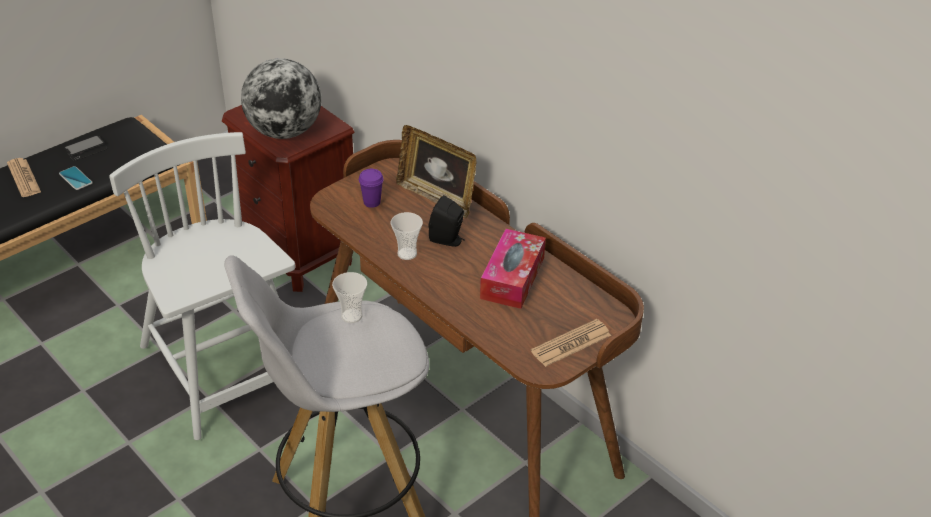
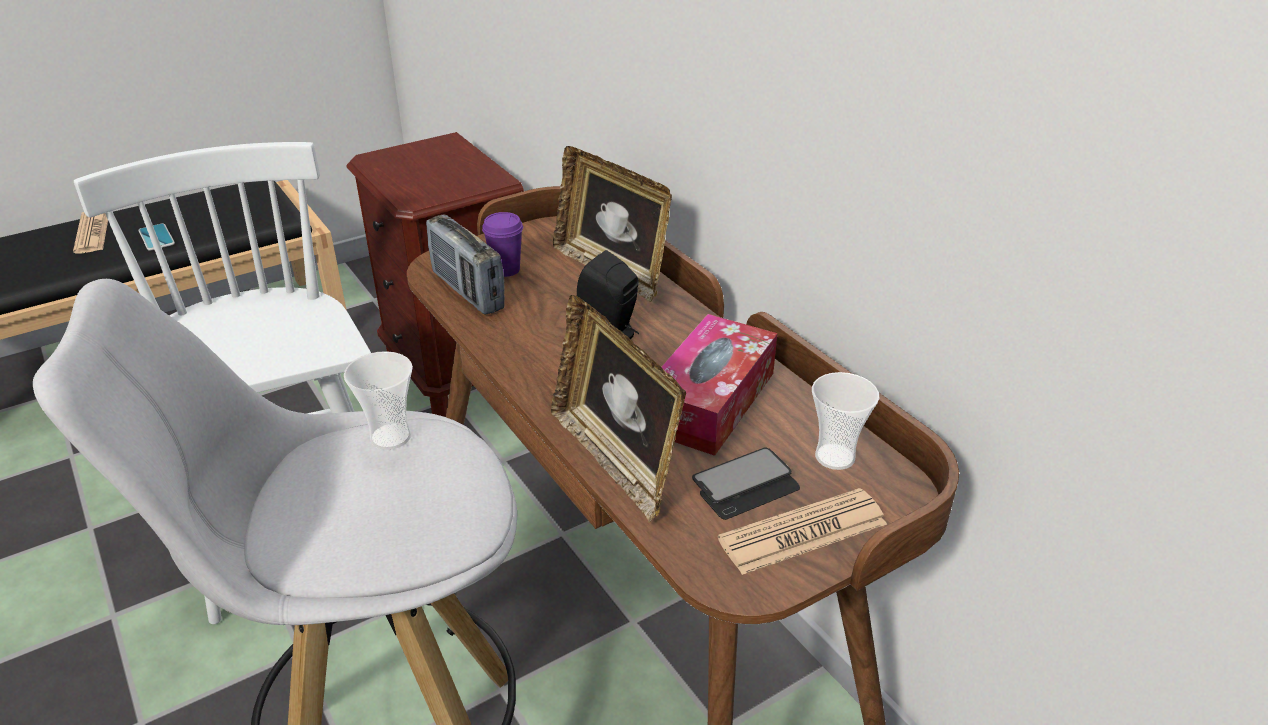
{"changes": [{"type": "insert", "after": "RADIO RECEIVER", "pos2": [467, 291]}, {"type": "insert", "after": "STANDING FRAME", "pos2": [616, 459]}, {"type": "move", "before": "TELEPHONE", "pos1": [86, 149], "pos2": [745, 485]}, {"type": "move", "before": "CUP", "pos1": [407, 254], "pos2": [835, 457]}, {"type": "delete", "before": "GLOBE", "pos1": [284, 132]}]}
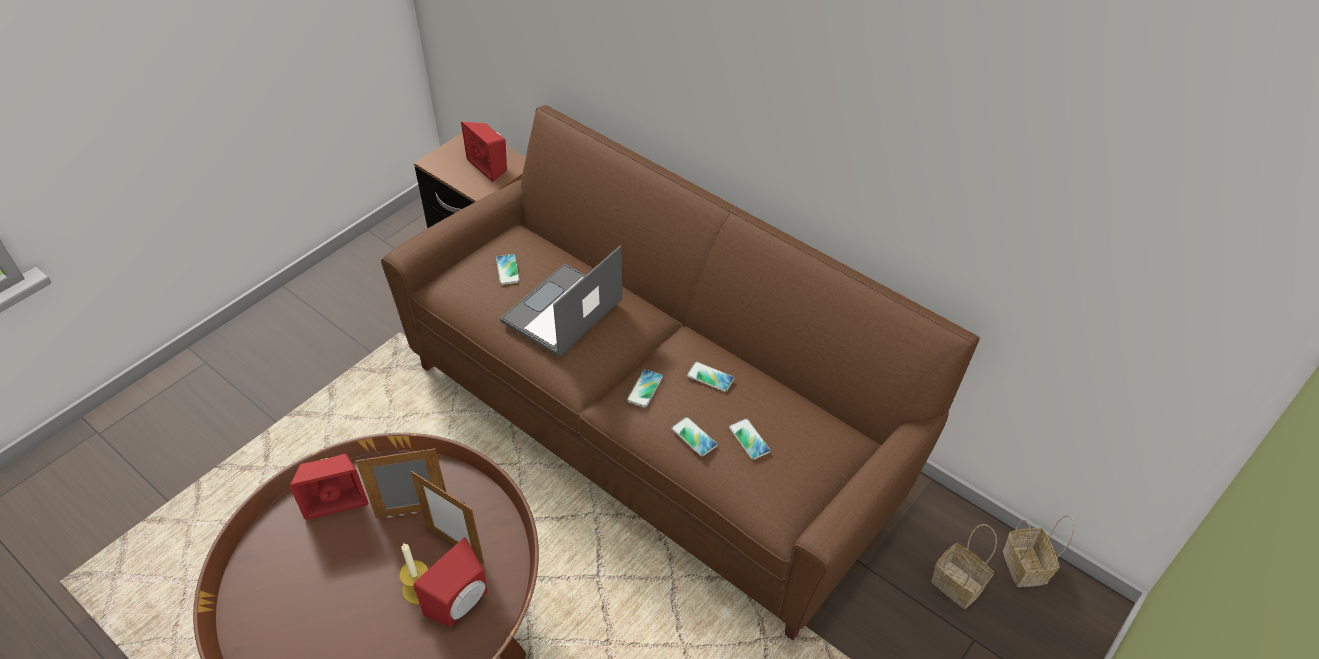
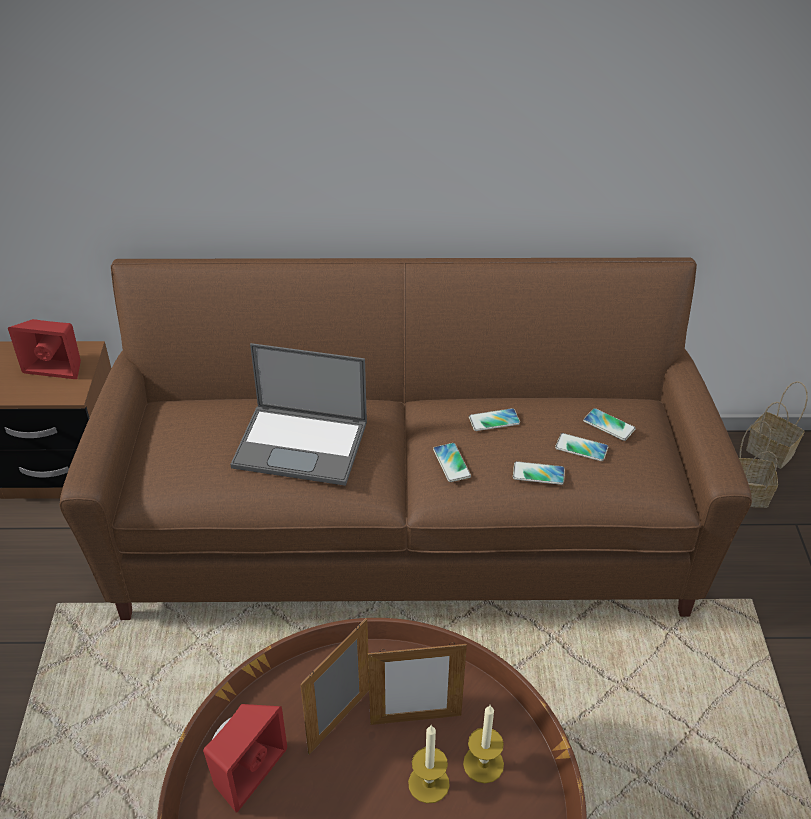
{"changes": [{"type": "rotate", "before": "LAPTOP", "pos1": [561, 311], "pos2": [302, 444], "turn": -75}, {"type": "replace", "before": "RED-COLOURED SPEAKER", "after": "WAX LIGHT", "pos1": [462, 604], "pos2": [483, 764]}, {"type": "move", "before": "TELEPHONE", "pos1": [507, 270], "pos2": [609, 425]}]}
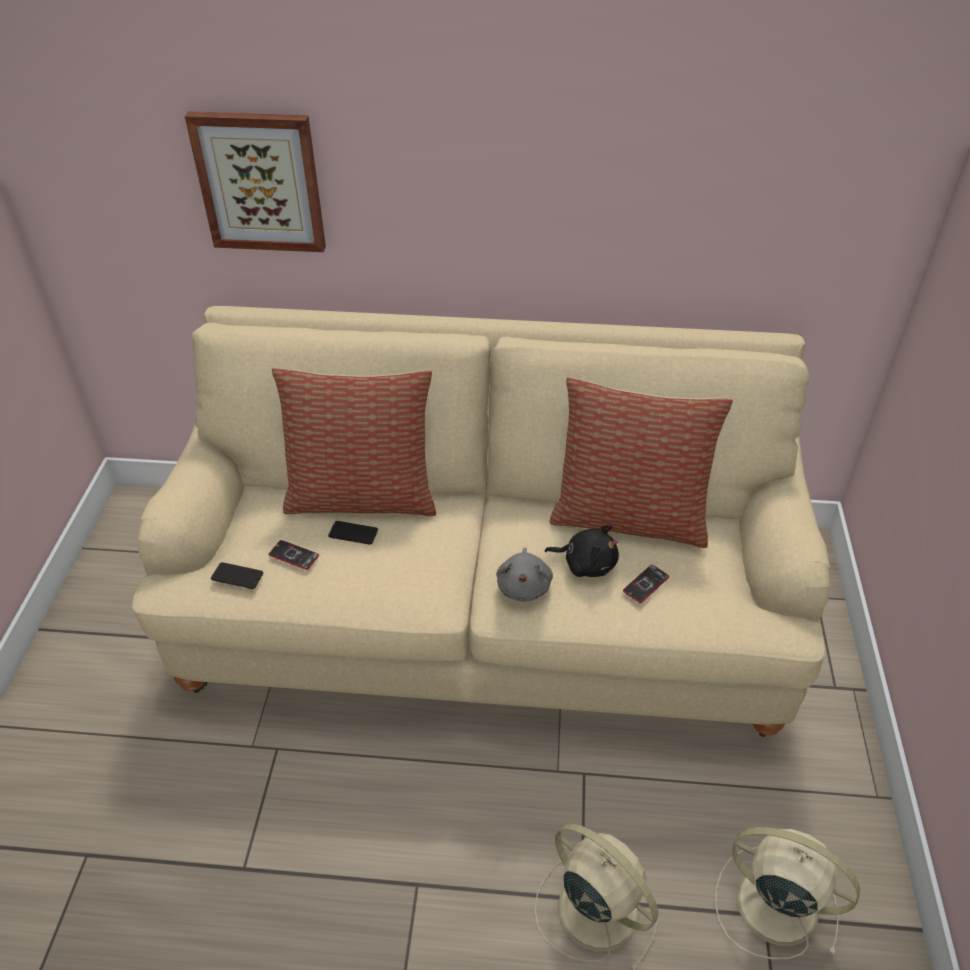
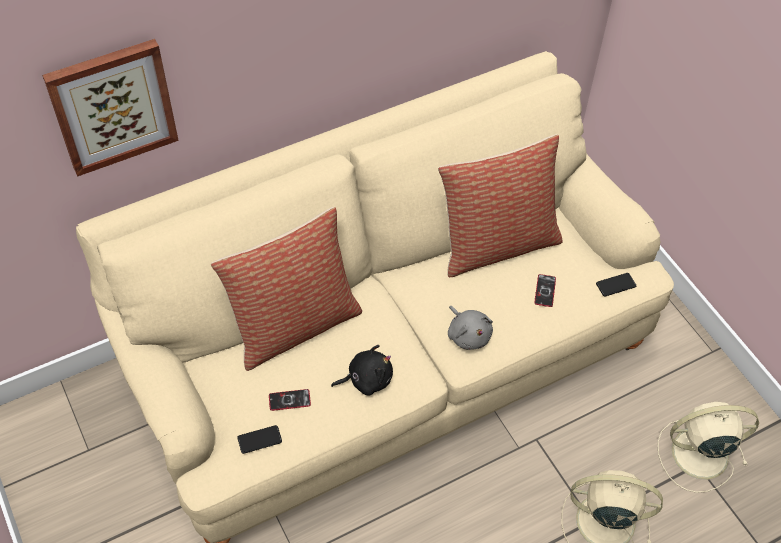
{"changes": [{"type": "move", "before": "BLACK CUDDLY TOY", "pos1": [586, 563], "pos2": [366, 379]}, {"type": "move", "before": "TELEPHONE", "pos1": [353, 533], "pos2": [616, 285]}]}
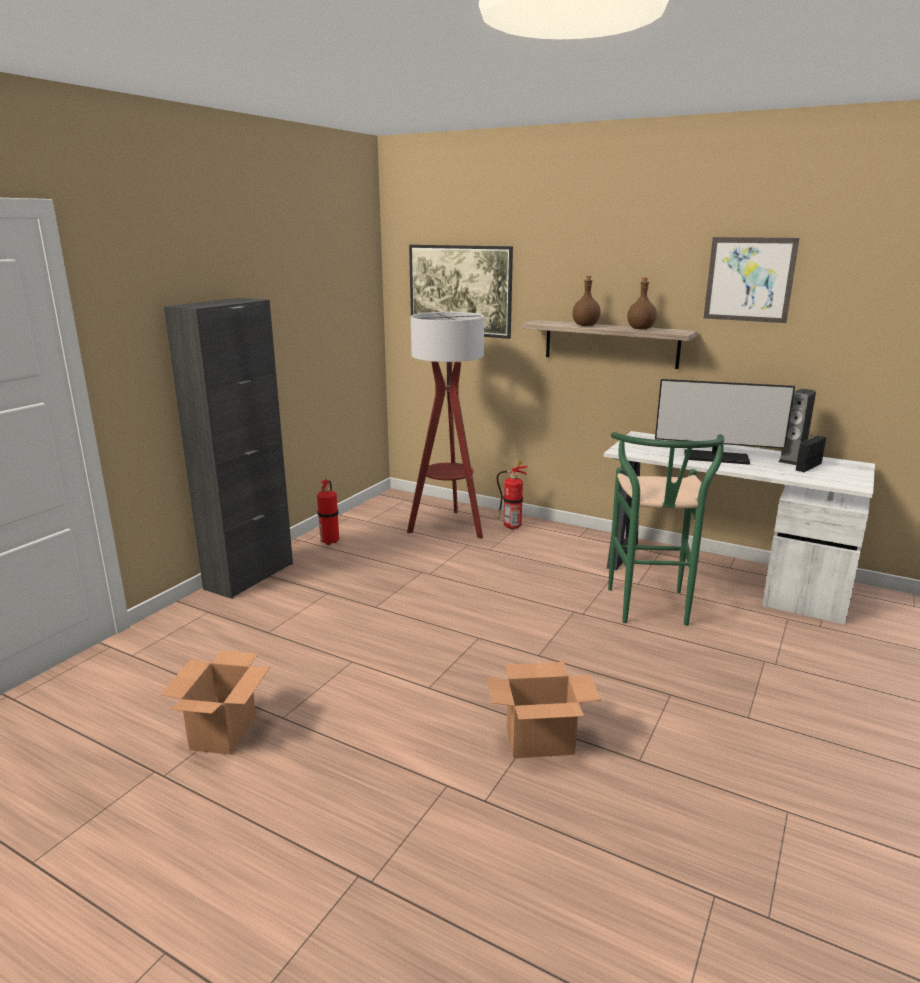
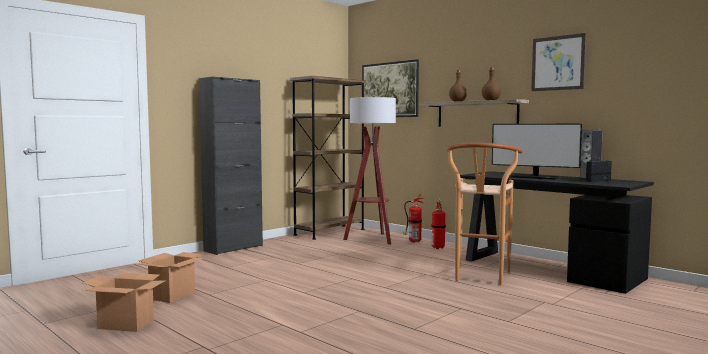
{"changes": [{"type": "move", "before": "CARTON", "pos1": [540, 741], "pos2": [127, 324]}, {"type": "insert", "after": "BROWN-COLOURED BOOKCASE", "pos2": [329, 232]}, {"type": "move", "before": "FIRE-FIGHTING CYLINDER", "pos1": [330, 541], "pos2": [438, 247]}, {"type": "recolor", "before": "GREEN-COLOURED STOOL", "after": "BROWN-COLOURED STOOL", "pos1": [650, 611], "pos2": [480, 277]}, {"type": "recolor", "before": "WHITE DESK TABLE", "after": "BLACK DESK TABLE", "pos1": [720, 576], "pos2": [546, 268]}]}
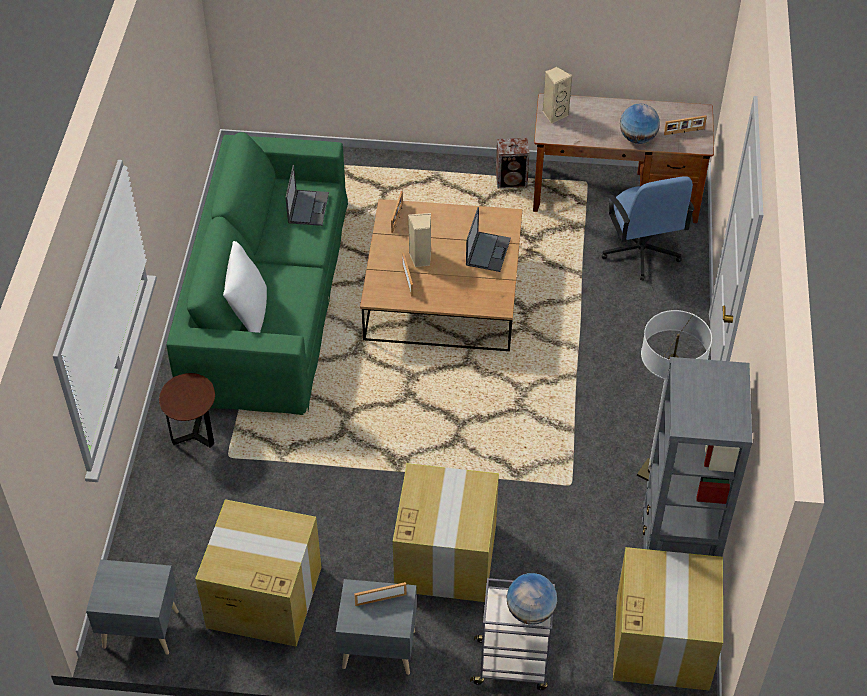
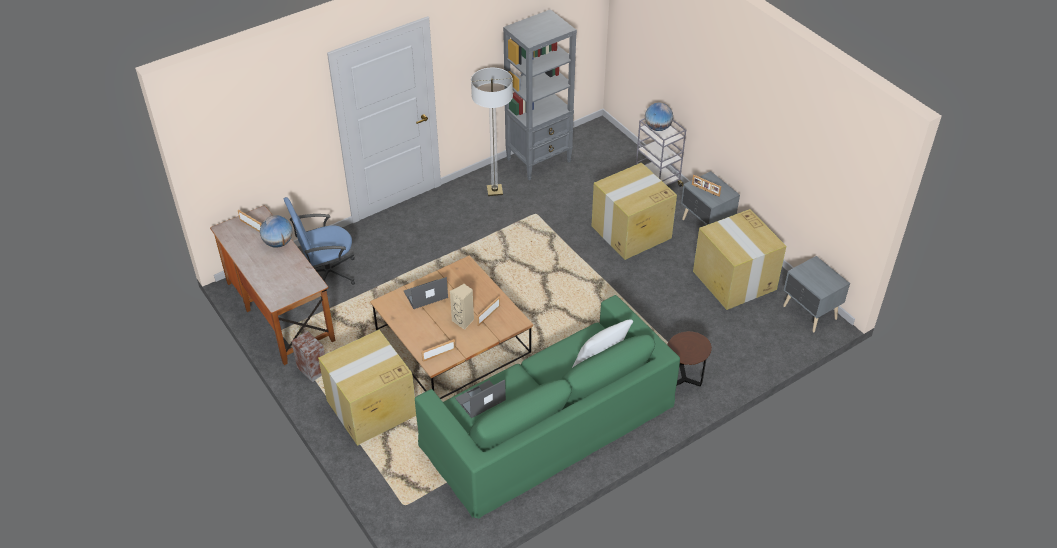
{"changes": [{"type": "rotate", "before": "BLUE OFFICE CHAIR", "pos1": [640, 252], "pos2": [327, 273], "turn": -150}, {"type": "move", "before": "CARTON", "pos1": [662, 641], "pos2": [370, 408]}, {"type": "delete", "before": "BEIGE SPEAKER", "pos1": [554, 114]}]}
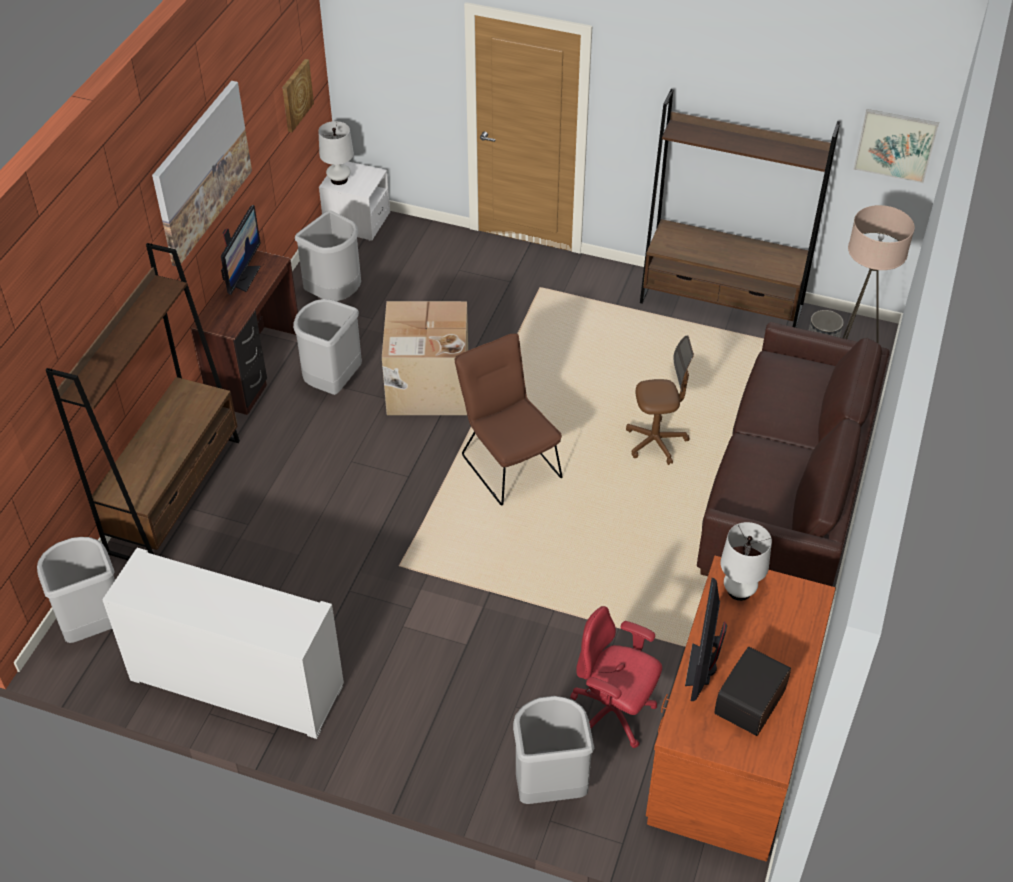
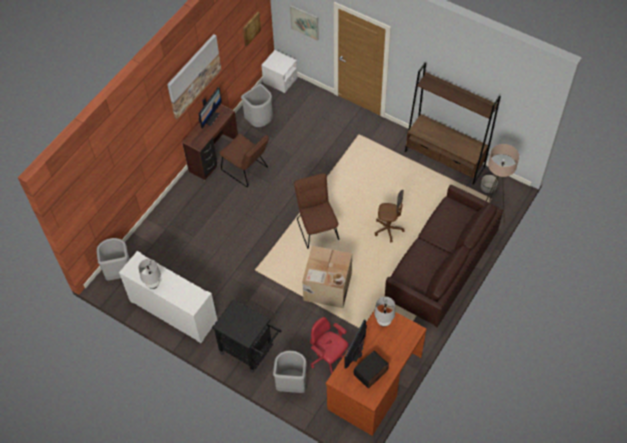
{"changes": [{"type": "move", "before": "WHITE TABLE LAMP", "pos1": [339, 179], "pos2": [153, 284]}, {"type": "insert", "after": "BLACK WHEELED CART", "pos2": [250, 351]}, {"type": "replace", "before": "GREYISH TRASH CAN", "after": "BROWN-COLOURED PLAIN CHAIR", "pos1": [332, 383], "pos2": [247, 170]}, {"type": "move", "before": "PICTURE", "pos1": [895, 145], "pos2": [304, 22]}, {"type": "move", "before": "CARTON", "pos1": [427, 387], "pos2": [327, 287]}, {"type": "delete", "before": "BROWN-COLOURED BOOKCASE", "pos1": [175, 495]}]}
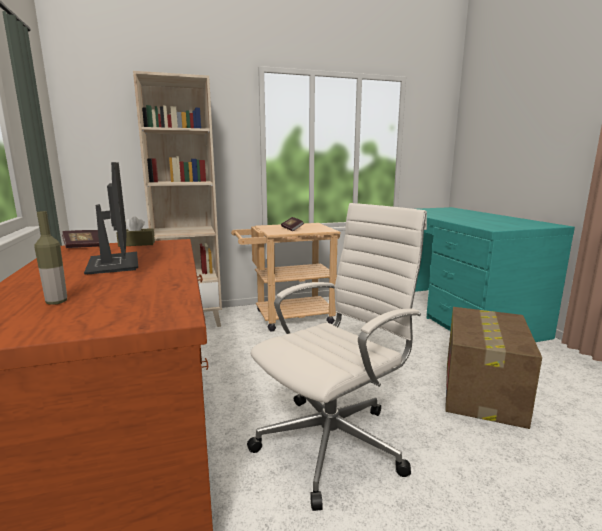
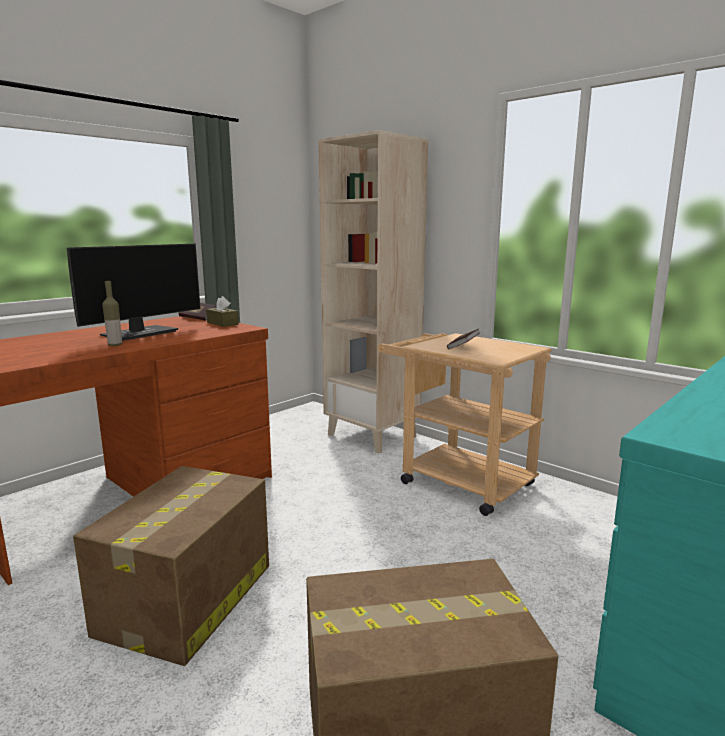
{"changes": [{"type": "replace", "before": "WHITE OFFICE CHAIR", "after": "CARTON", "pos1": [334, 442], "pos2": [186, 600]}, {"type": "move", "before": "BOTTLE", "pos1": [57, 302], "pos2": [115, 345]}]}
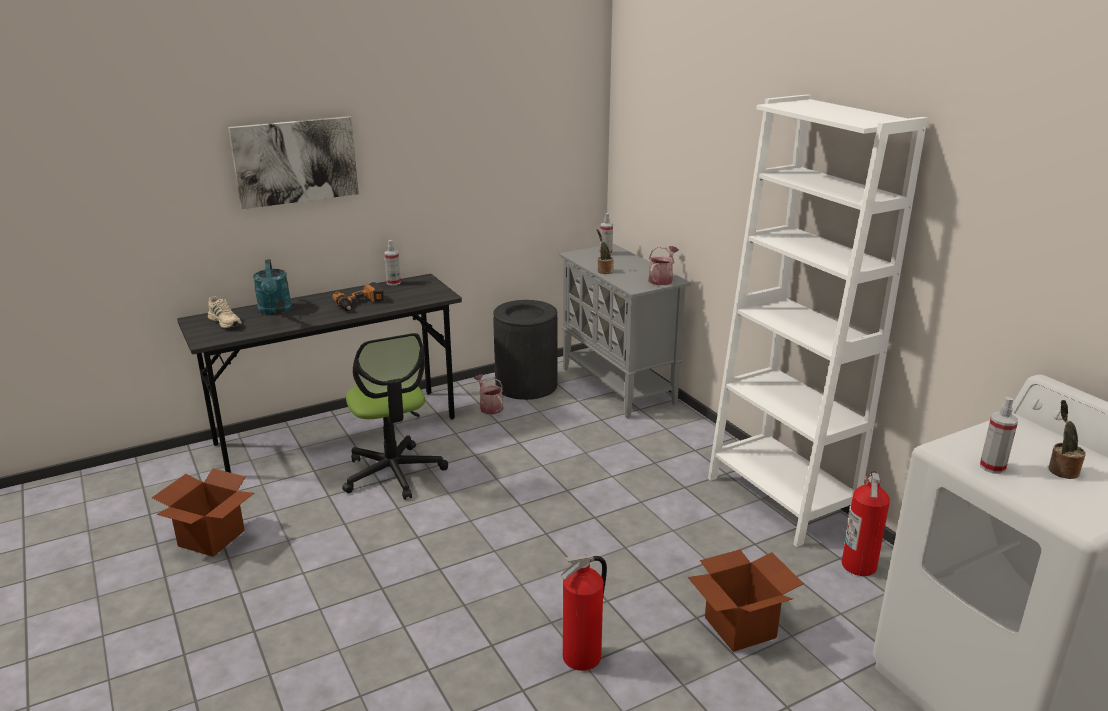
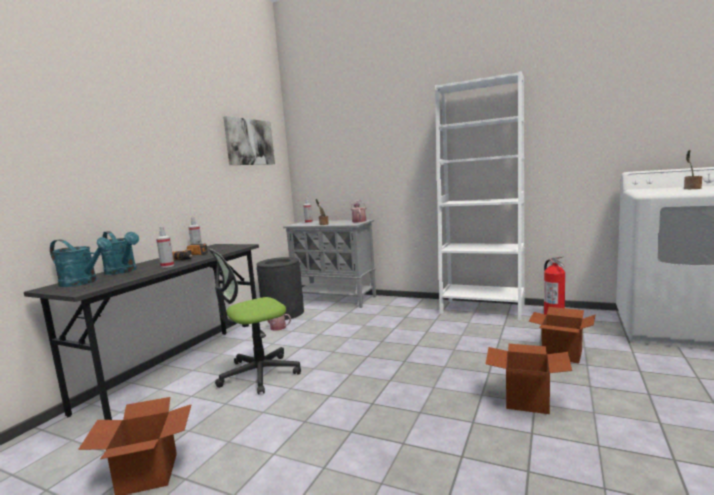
{"changes": [{"type": "replace", "before": "BEIGE ITEM OF FOOTWEAR", "after": "TURQUOISE-COLOURED WATERING POT", "pos1": [225, 322], "pos2": [84, 282]}, {"type": "move", "before": "HAND SPRAYER", "pos1": [992, 467], "pos2": [167, 266]}, {"type": "rotate", "before": "OFFICE CHAIR", "pos1": [393, 473], "pos2": [259, 374], "turn": 120}, {"type": "move", "before": "PICTURE", "pos1": [295, 161], "pos2": [249, 142]}, {"type": "replace", "before": "FIRE-FIGHTING CYLINDER", "after": "CARTON", "pos1": [583, 657], "pos2": [527, 400]}]}
